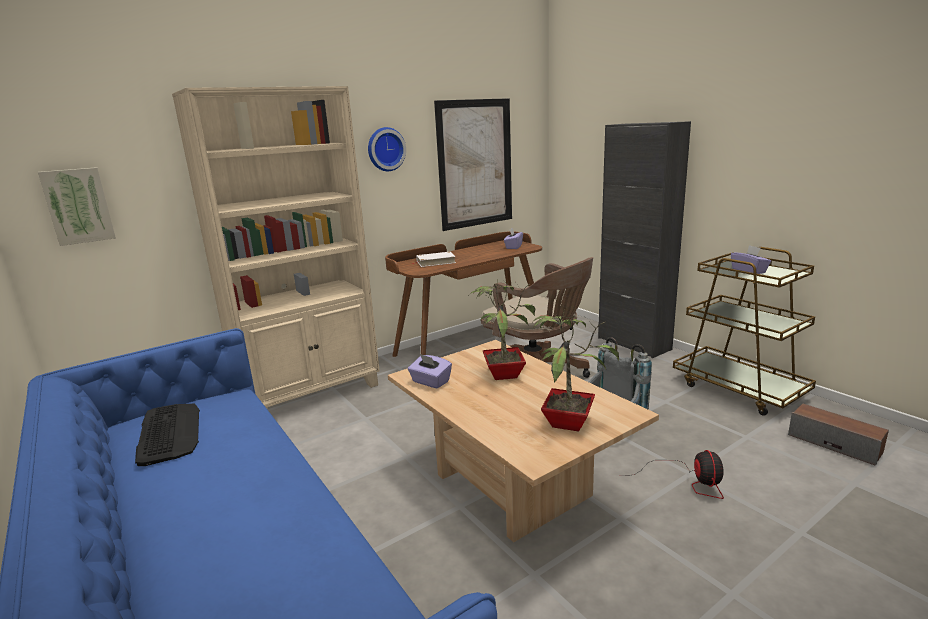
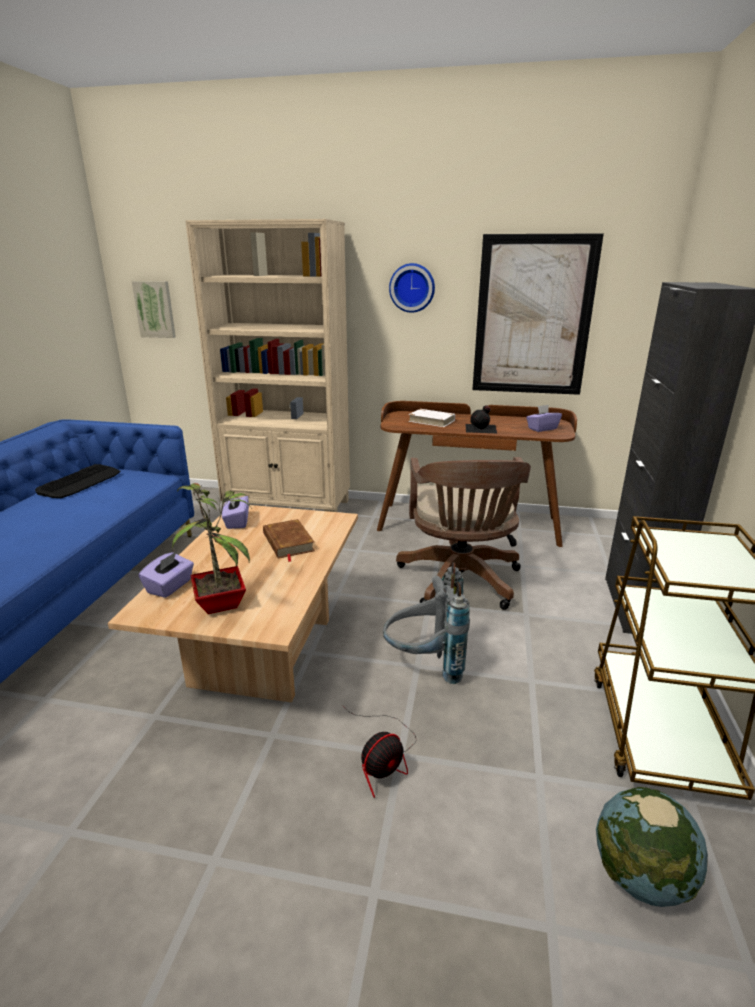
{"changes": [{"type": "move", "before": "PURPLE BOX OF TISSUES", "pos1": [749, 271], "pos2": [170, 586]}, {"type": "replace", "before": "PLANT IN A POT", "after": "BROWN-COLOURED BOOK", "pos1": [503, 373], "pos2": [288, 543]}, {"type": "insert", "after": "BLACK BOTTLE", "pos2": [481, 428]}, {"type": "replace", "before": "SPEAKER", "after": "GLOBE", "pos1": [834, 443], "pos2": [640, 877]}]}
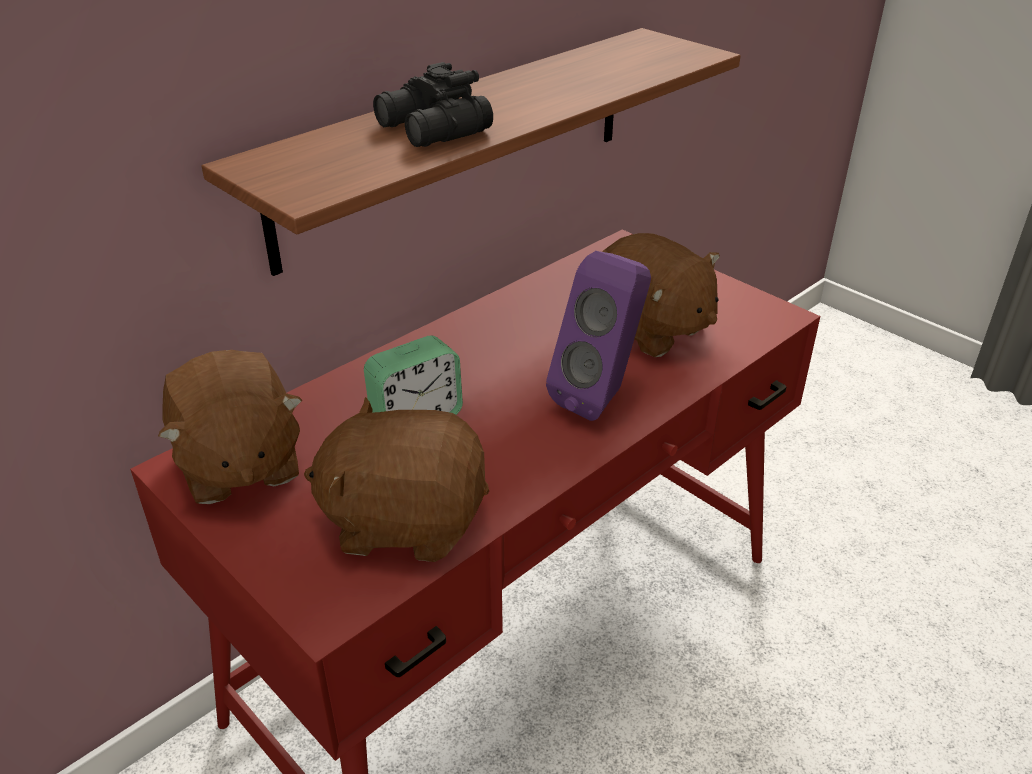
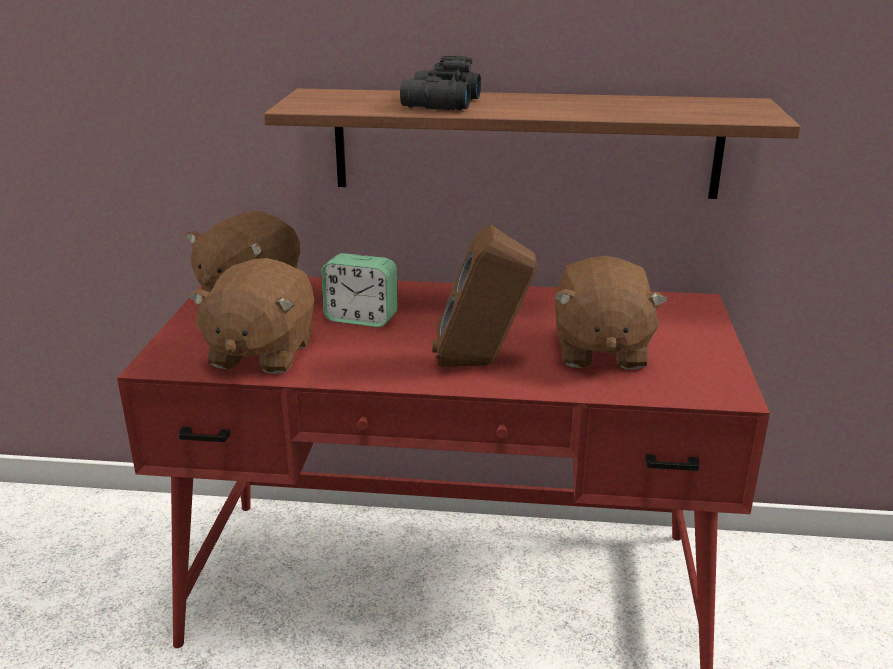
{"changes": [{"type": "rotate", "before": "BROWN-COLOURED CUDDLY TOY", "pos1": [404, 520], "pos2": [260, 353], "turn": -135}, {"type": "recolor", "before": "PURPLE SPEAKER", "after": "BROWN-COLOURED SPEAKER", "pos1": [601, 397], "pos2": [482, 364]}]}
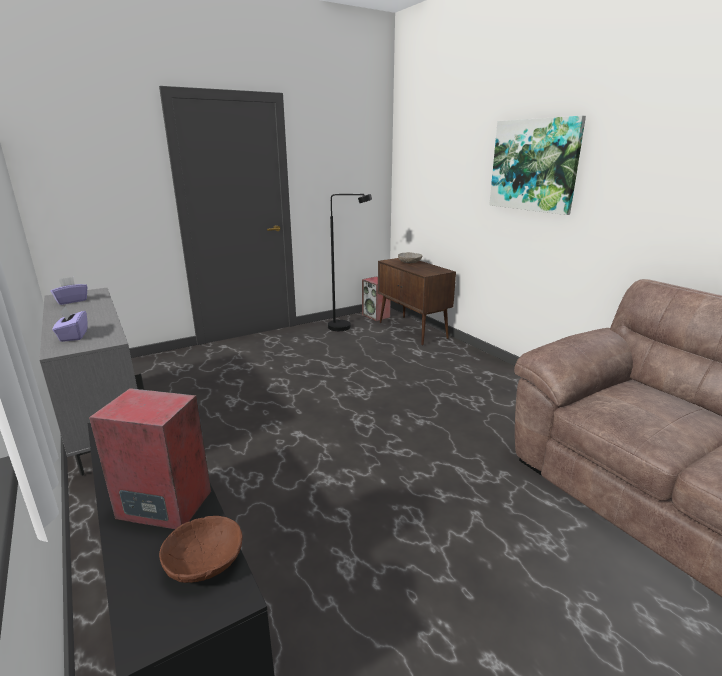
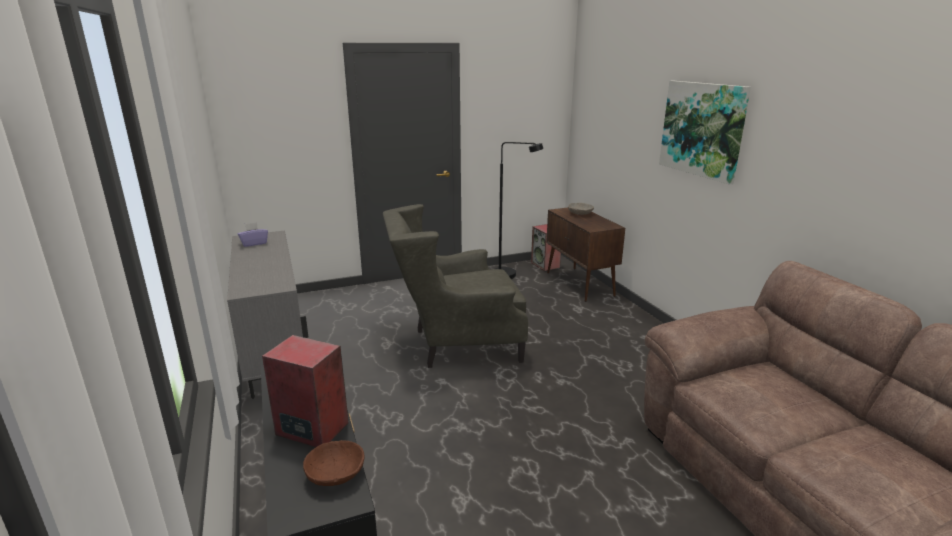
{"changes": [{"type": "insert", "after": "GREYISH EASY CHAIR", "pos2": [456, 344]}, {"type": "delete", "before": "PURPLE BOX OF TISSUES", "pos1": [73, 336]}]}
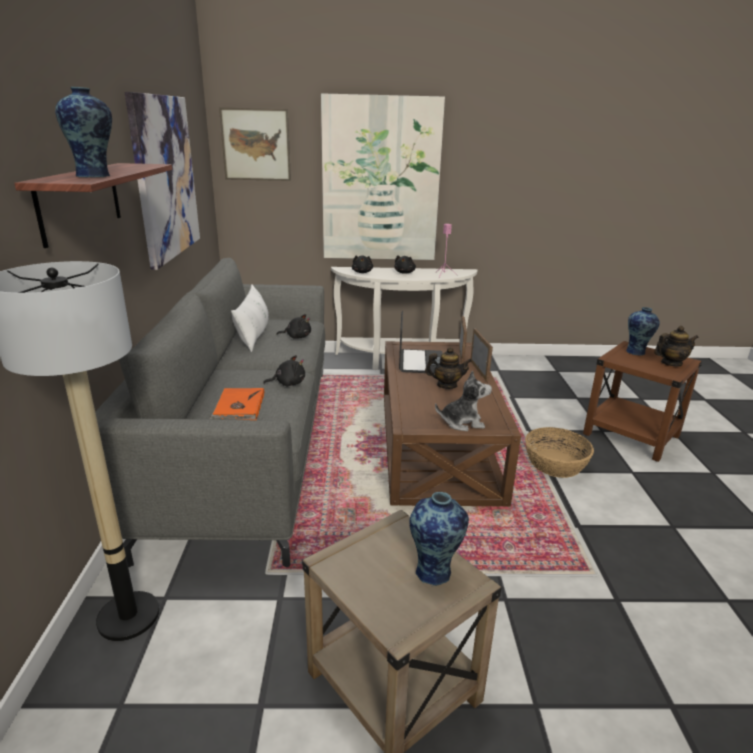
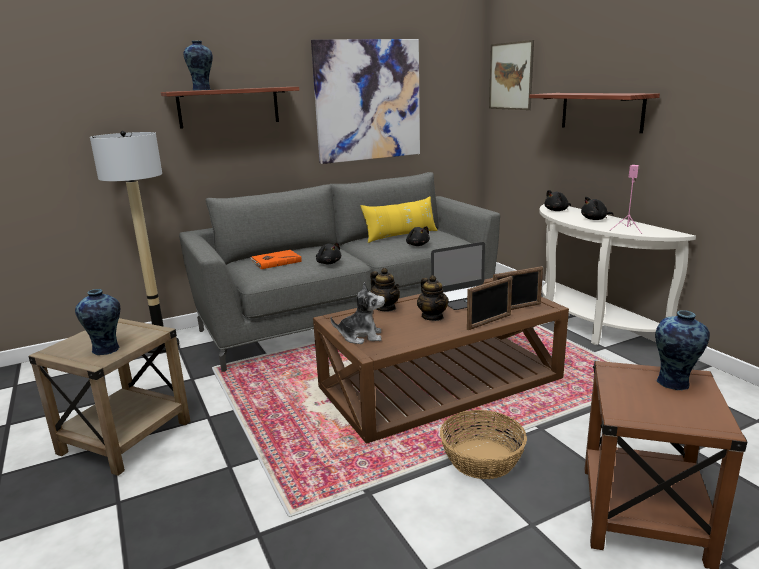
{"changes": [{"type": "rotate", "before": "CUDDLY TOY", "pos1": [462, 422], "pos2": [361, 336], "turn": -60}, {"type": "recolor", "before": "WHITE THROW PILLOW", "after": "YELLOWISH THROW PILLOW", "pos1": [254, 334], "pos2": [400, 235]}, {"type": "move", "before": "TEA POT", "pos1": [671, 363], "pos2": [385, 308]}, {"type": "replace", "before": "PICTURE", "after": "SHELF", "pos1": [380, 181], "pos2": [601, 111]}]}
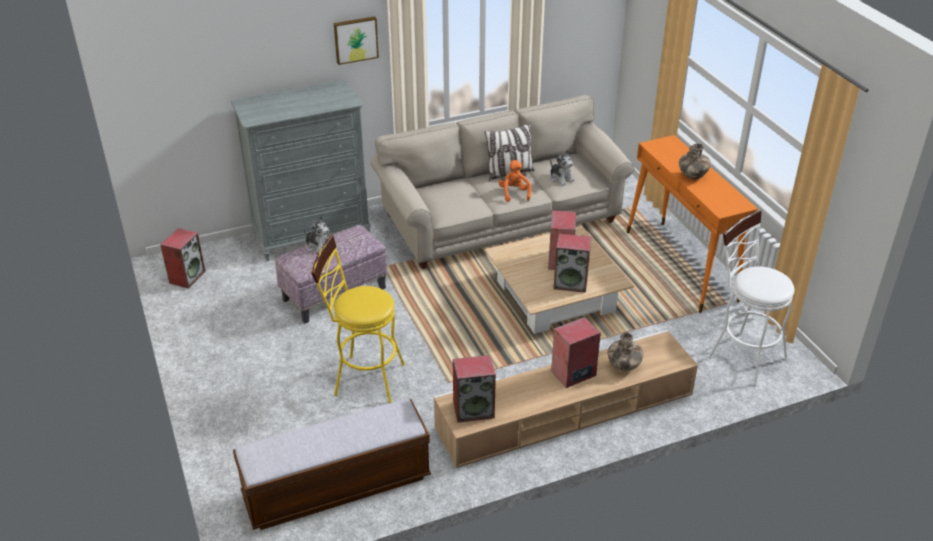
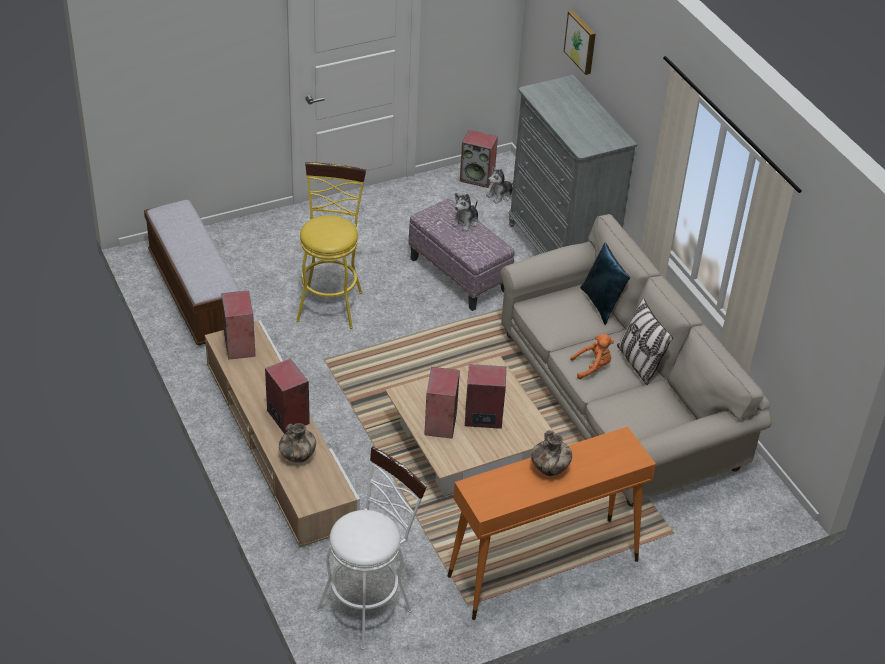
{"changes": [{"type": "move", "before": "CUDDLY TOY", "pos1": [561, 178], "pos2": [500, 195]}, {"type": "move", "before": "PICTURE", "pos1": [355, 39], "pos2": [581, 42]}, {"type": "insert", "after": "BLUE THROW PILLOW", "pos2": [602, 304]}]}
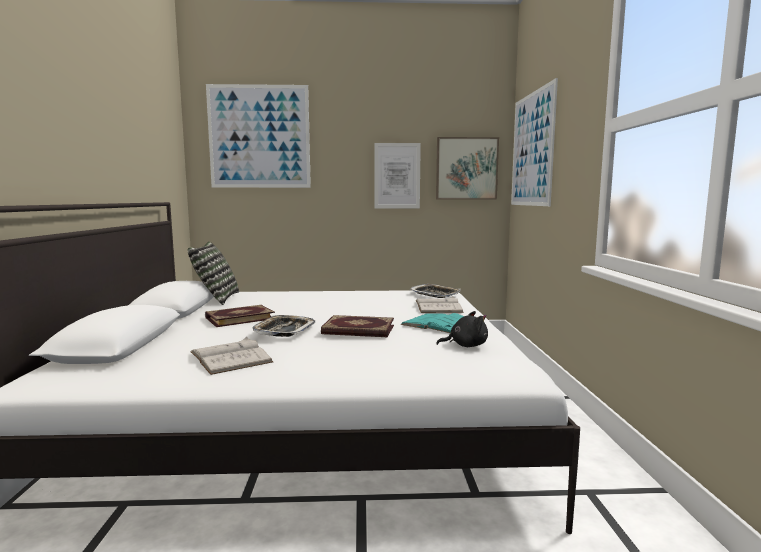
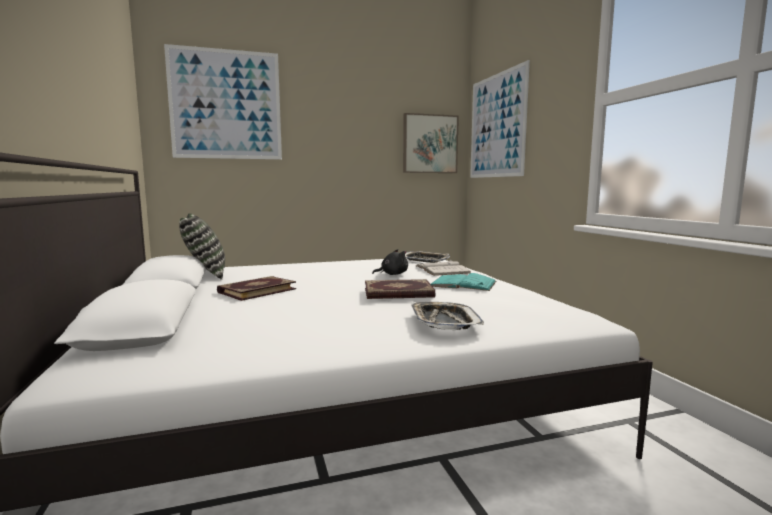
{"changes": [{"type": "move", "before": "BLACK CUDDLY TOY", "pos1": [465, 345], "pos2": [392, 274]}, {"type": "move", "before": "TRAY", "pos1": [284, 330], "pos2": [444, 321]}, {"type": "delete", "before": "WHITE BOOK", "pos1": [230, 357]}, {"type": "delete", "before": "PICTURE", "pos1": [397, 176]}]}
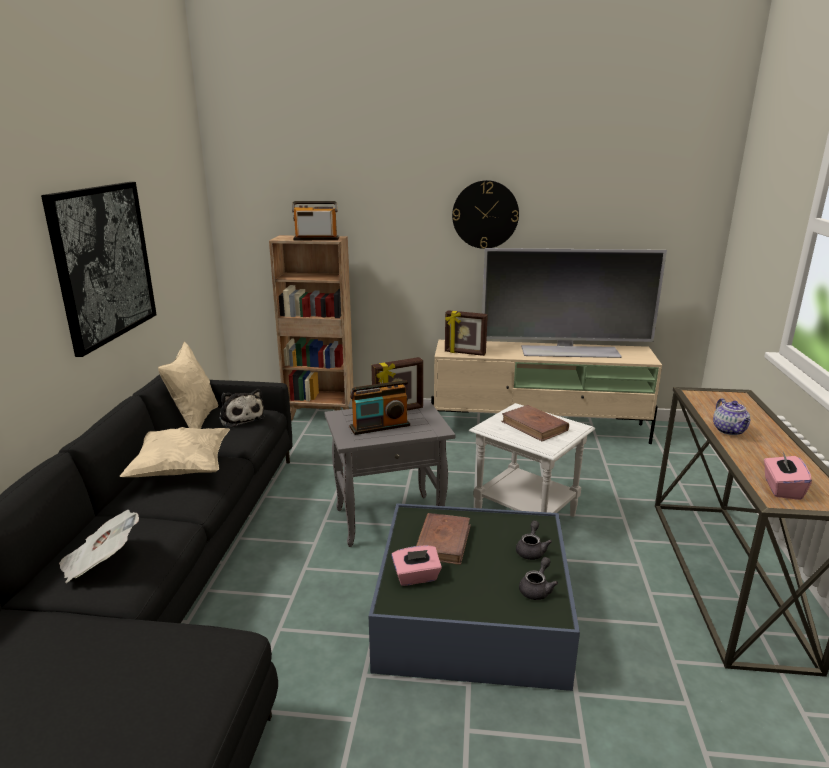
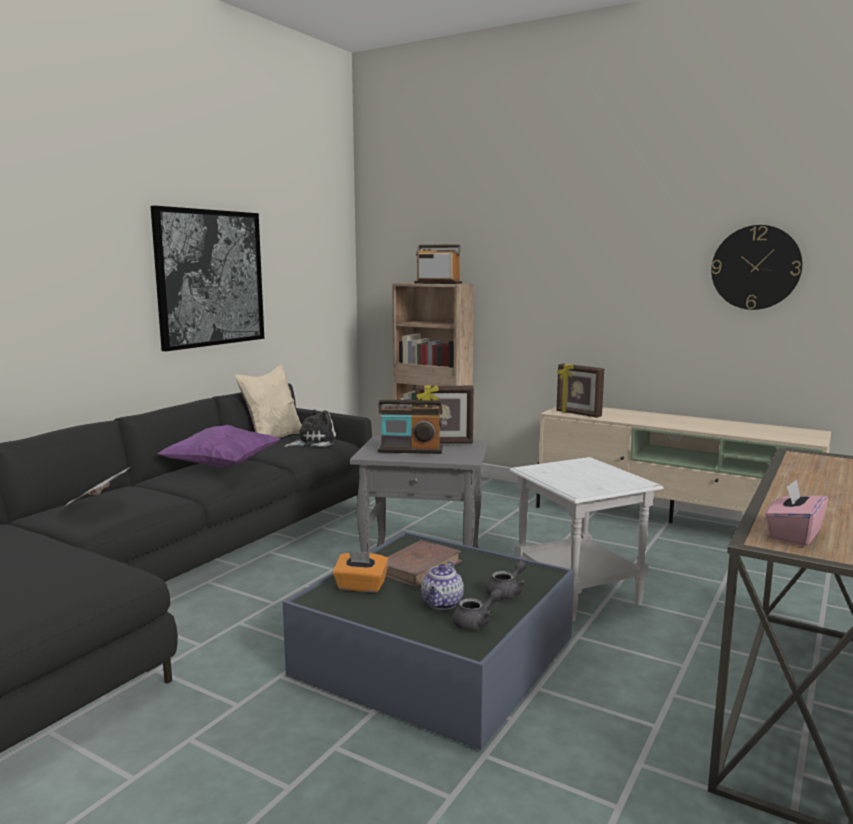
{"changes": [{"type": "recolor", "before": "BEIGE THROW PILLOW", "after": "PURPLE THROW PILLOW", "pos1": [181, 470], "pos2": [222, 466]}, {"type": "rotate", "before": "CUDDLY TOY", "pos1": [241, 417], "pos2": [313, 442], "turn": -105}, {"type": "recolor", "before": "PINK-COLOURED BOX OF TISSUES", "after": "ORANGEY BOX OF TISSUES", "pos1": [416, 577], "pos2": [361, 586]}, {"type": "move", "before": "TEA POT", "pos1": [730, 431], "pos2": [442, 603]}, {"type": "move", "before": "CLOCK ON THE WALL", "pos1": [485, 214], "pos2": [755, 267]}, {"type": "delete", "before": "TV SET", "pos1": [569, 351]}, {"type": "delete", "before": "BROWN-COLOURED BOOK", "pos1": [534, 426]}]}
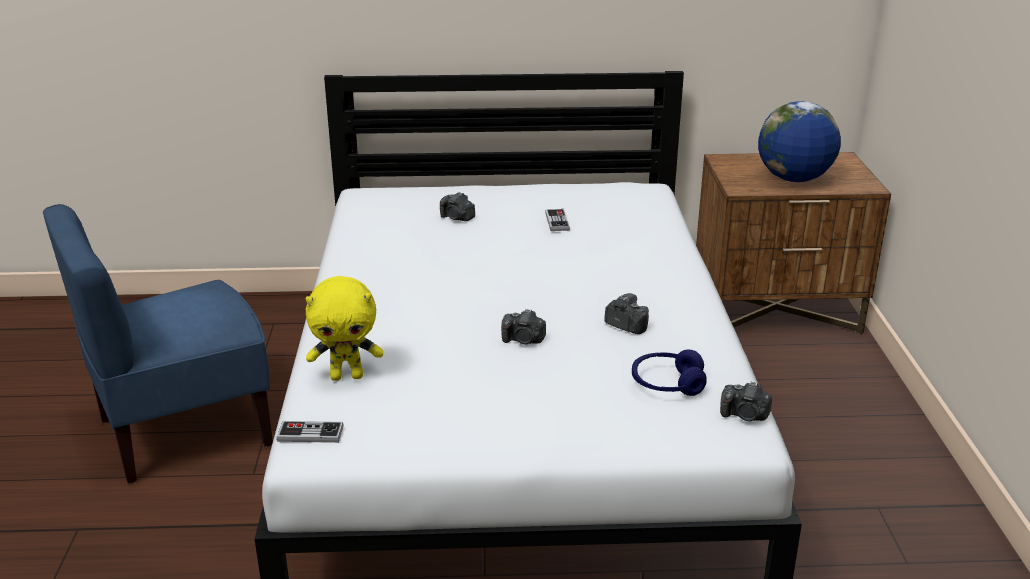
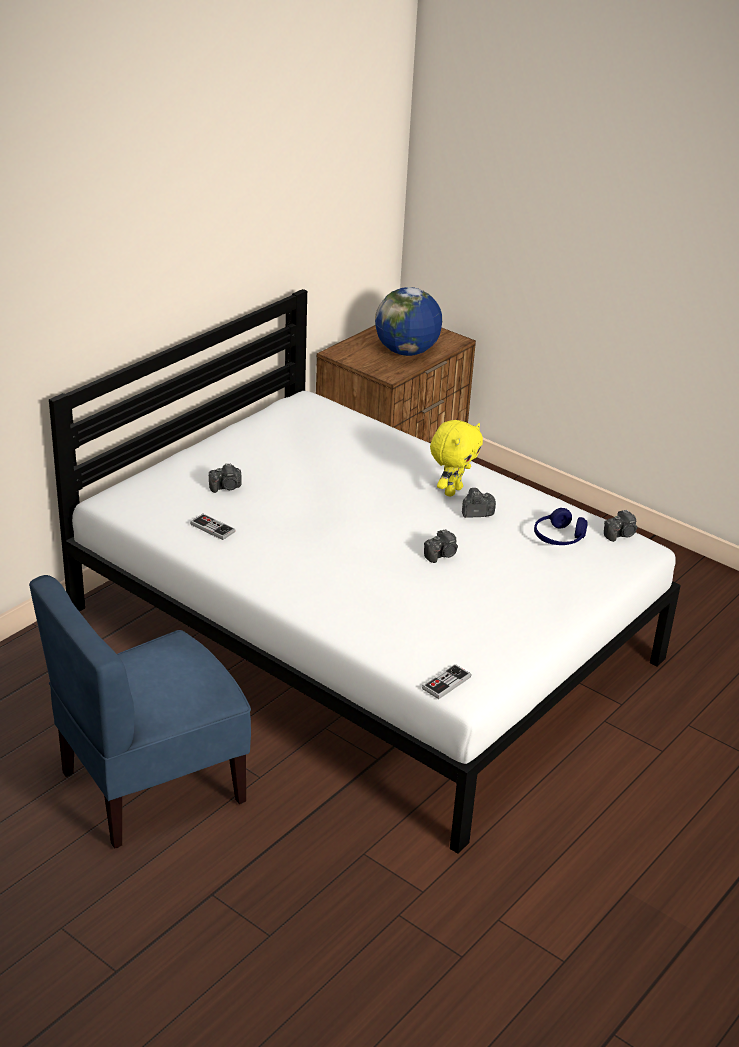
{"changes": [{"type": "rotate", "before": "BLUE PLAIN CHAIR", "pos1": [184, 431], "pos2": [151, 786], "turn": 45}, {"type": "move", "before": "GAME CONTROLLER", "pos1": [557, 221], "pos2": [212, 528]}, {"type": "move", "before": "YELLOWISH CUDDLY TOY", "pos1": [347, 376], "pos2": [452, 491]}]}
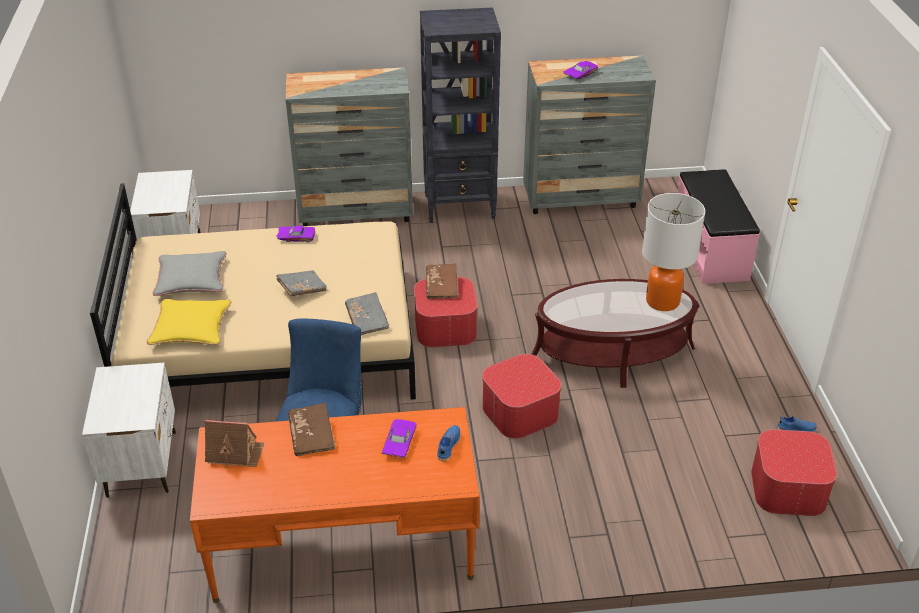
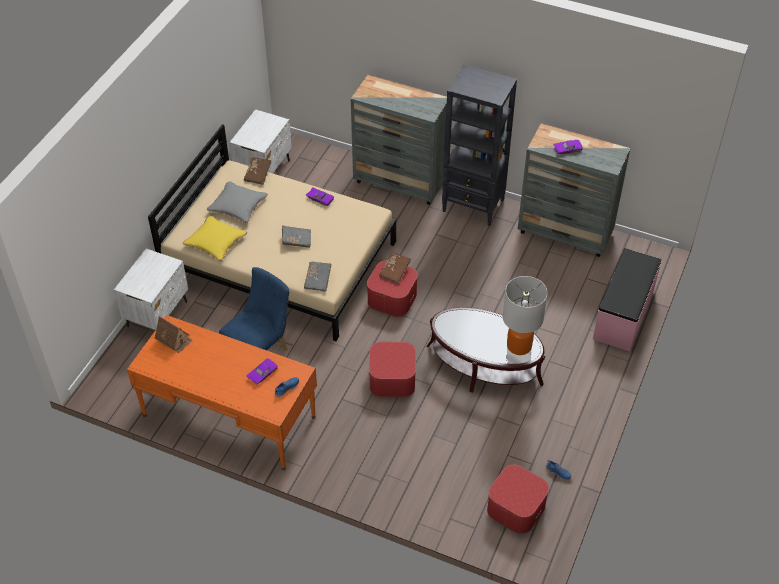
{"changes": [{"type": "move", "before": "BROWN-COLOURED BOOK", "pos1": [312, 436], "pos2": [258, 174]}]}
